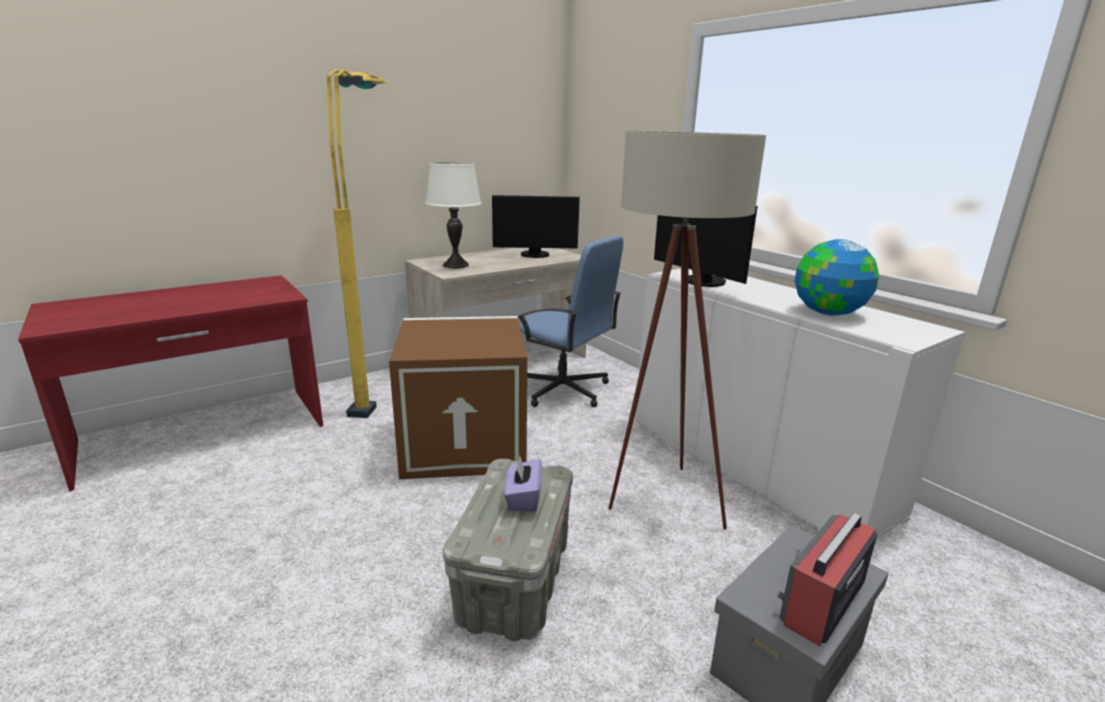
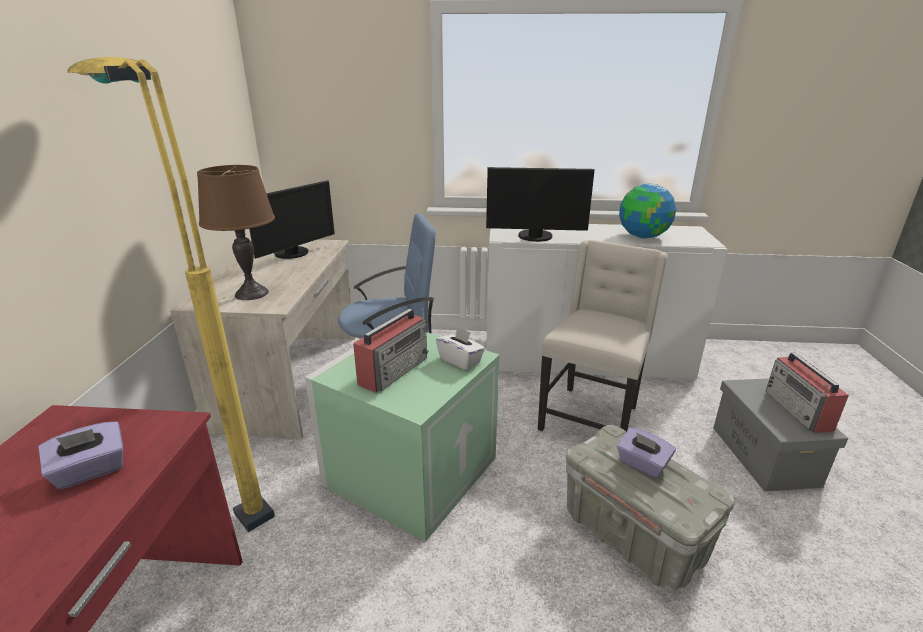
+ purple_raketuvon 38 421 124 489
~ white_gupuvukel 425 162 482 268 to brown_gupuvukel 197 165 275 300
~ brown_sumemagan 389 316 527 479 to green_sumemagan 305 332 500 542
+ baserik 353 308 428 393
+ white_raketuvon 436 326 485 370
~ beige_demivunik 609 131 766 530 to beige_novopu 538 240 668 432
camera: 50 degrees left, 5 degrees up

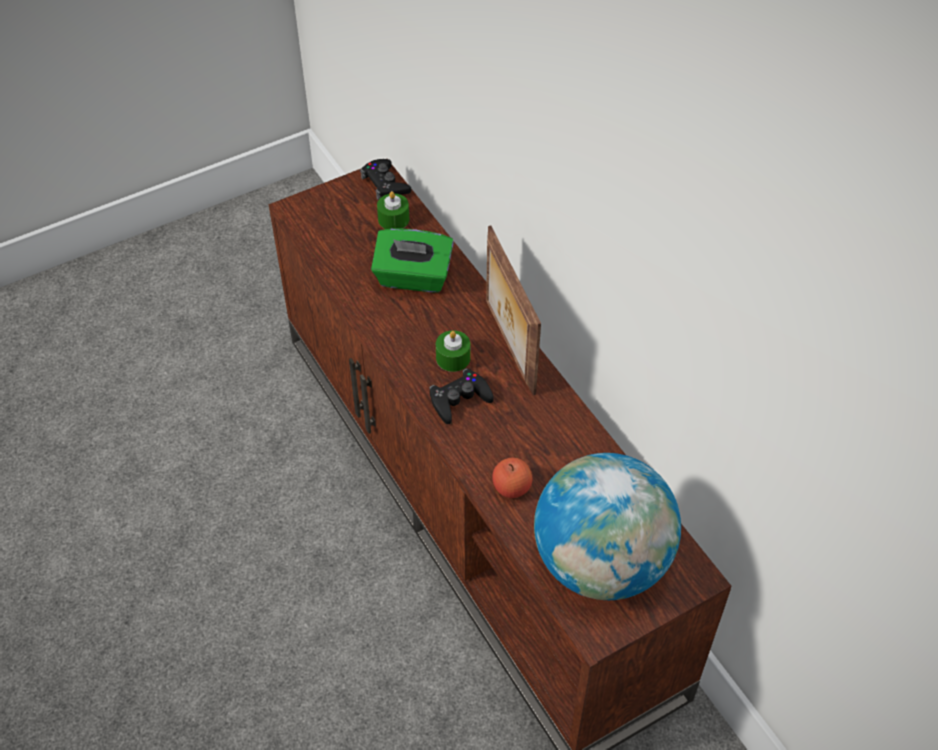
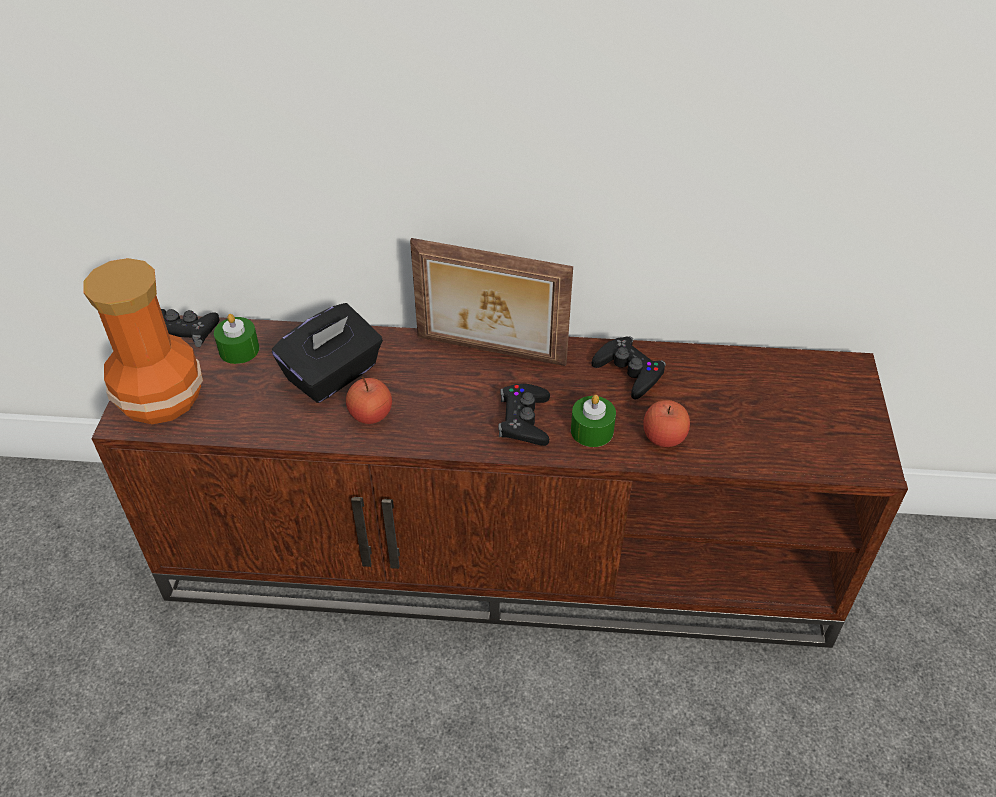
+ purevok 83 258 203 424
~ green_raketuvon 371 229 454 292 to black_raketuvon 272 303 383 403
+ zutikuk 346 377 392 424
~ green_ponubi 436 330 470 372 to 571 395 616 447
+ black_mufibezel 592 336 666 399
- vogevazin 534 453 681 600
camera: 55 degrees left, 5 degrees down

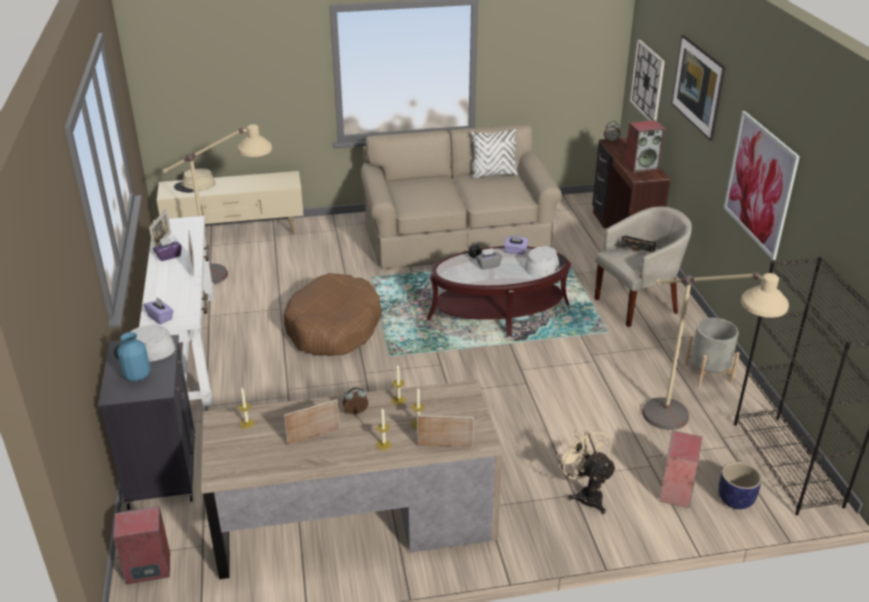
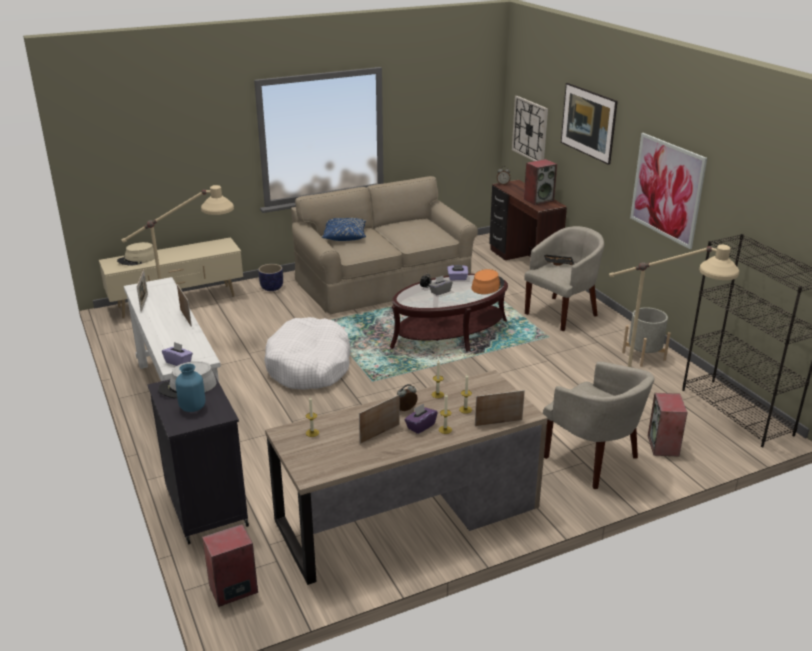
~ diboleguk 718 462 762 509 to 258 264 283 291
~ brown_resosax 283 273 382 356 to white_resosax 264 317 350 390
+ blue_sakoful 322 218 366 241
~ purple_raketuvon 153 237 182 261 to 405 404 438 434
~ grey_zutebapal 524 246 565 276 to orange_zutebapal 471 269 504 294
~ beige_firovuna 557 425 617 514 to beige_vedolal 543 361 654 489
- white_sakoful 471 129 518 179
camera: 15 degrees left, 5 degrees down

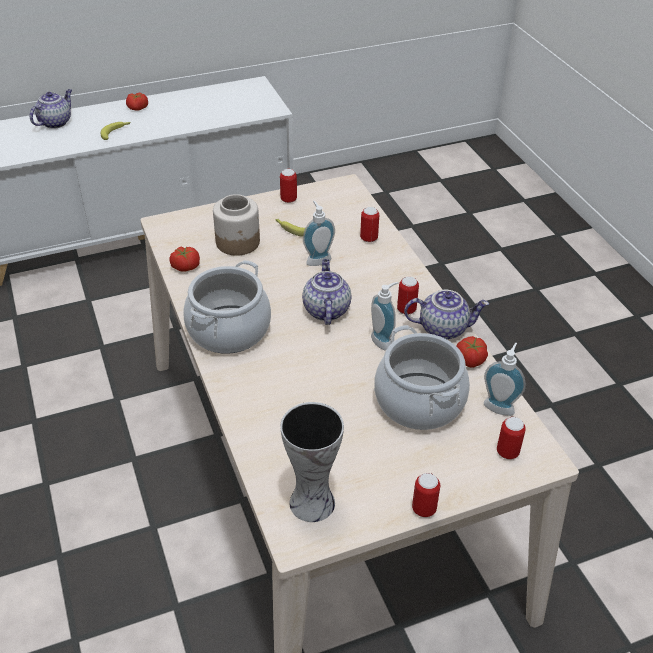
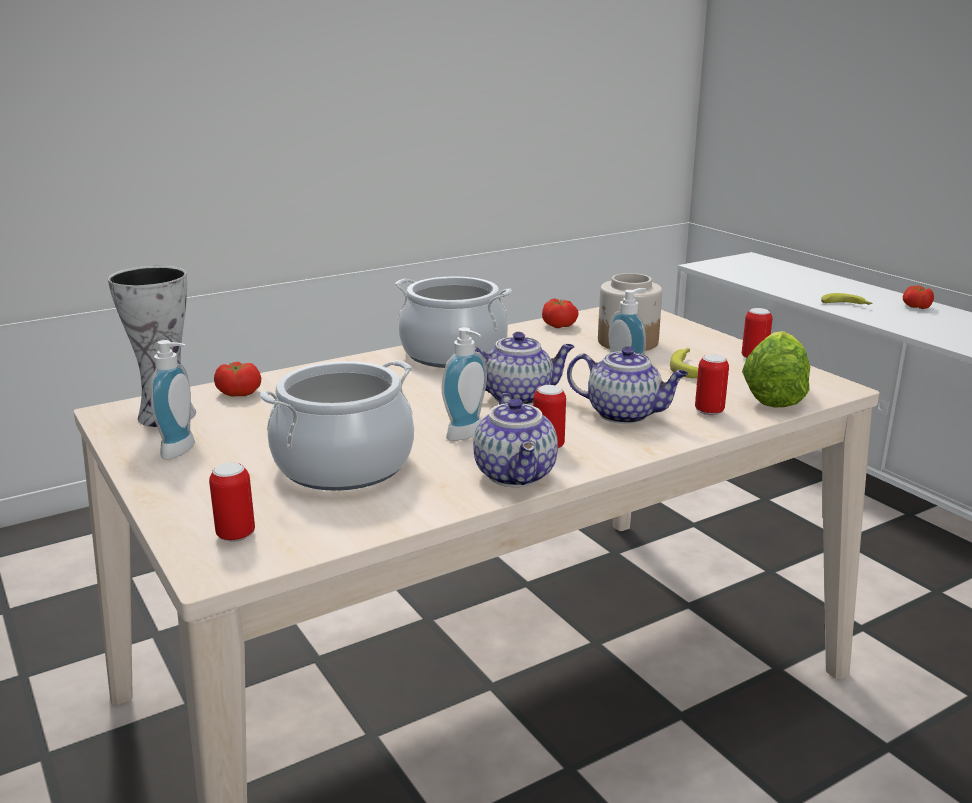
~ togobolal 484 342 526 416 to 150 340 195 460
~ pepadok 456 336 488 368 to 214 362 261 396
~ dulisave 30 89 72 129 to 567 346 688 424
+ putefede 742 331 810 408
- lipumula 412 473 440 517
camera: 80 degrees right, 20 degrees down

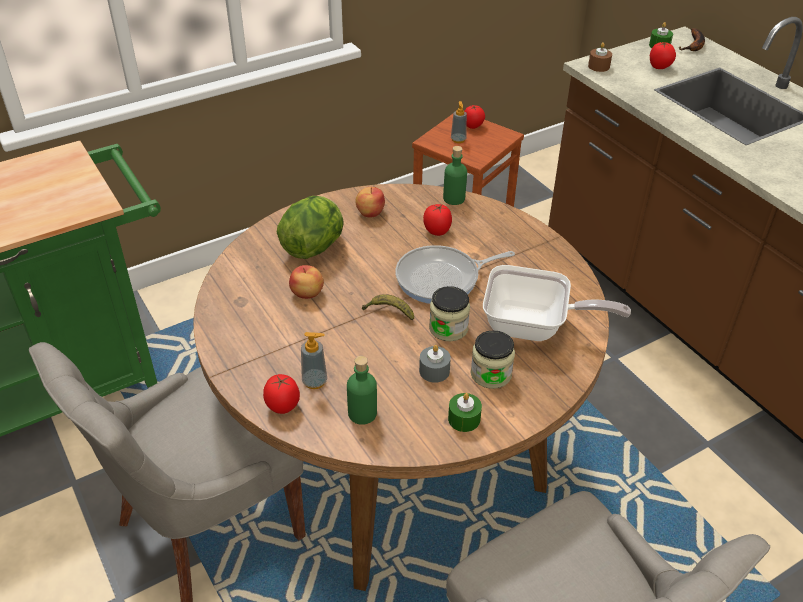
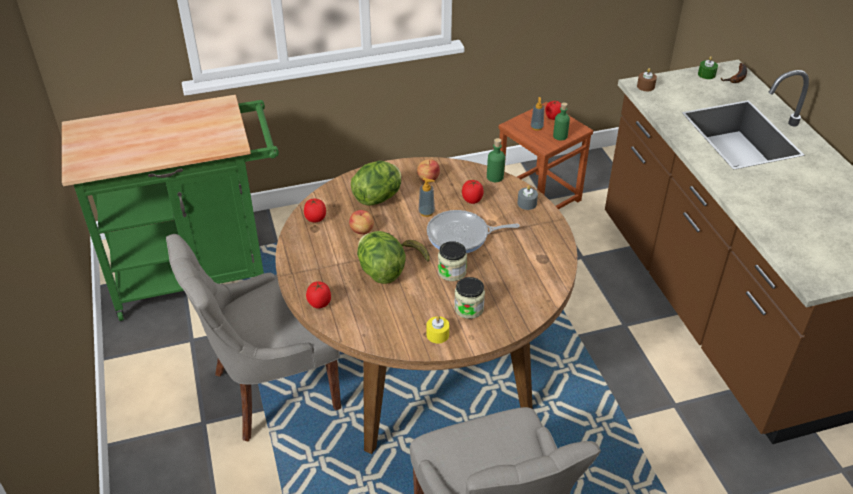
~ pepadok 650 42 676 69 to 304 198 326 223
+ putefede 357 231 406 284
~ togobolal 301 332 327 389 to 418 178 435 217
~ green_ponubi 448 393 482 432 to yellow_ponubi 427 316 449 344
~ grey_ponubi 419 345 451 383 to 517 185 538 210
~ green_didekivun 347 356 377 425 to 553 102 570 140
- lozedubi 483 265 631 341
camera: 15 degrees right, 0 degrees up

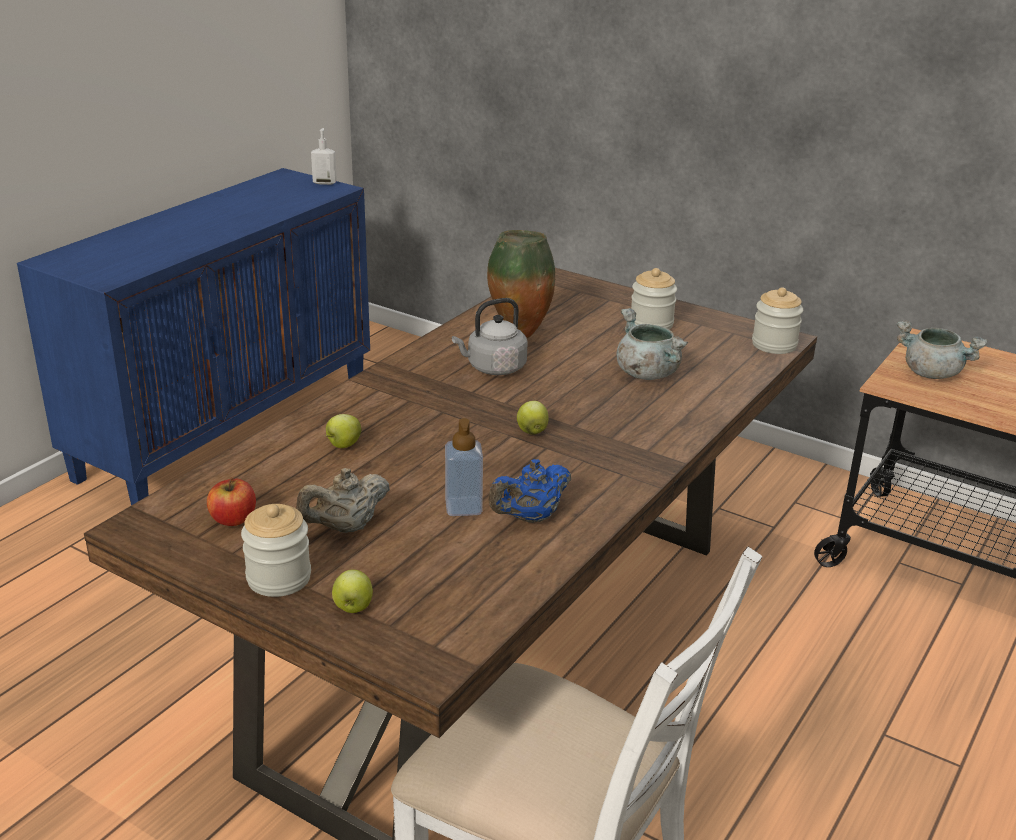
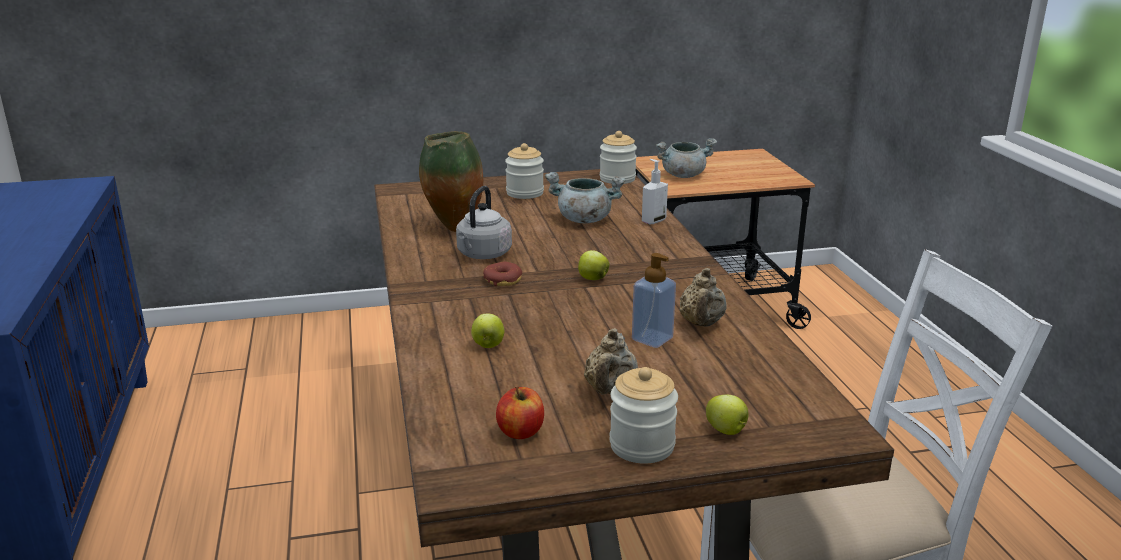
+ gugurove 483 262 522 286
~ togobolal 311 128 337 185 to 642 159 668 224
~ blue_dulisave 488 459 571 523 to beige_dulisave 680 268 727 327
camera: 45 degrees left, 5 degrees down

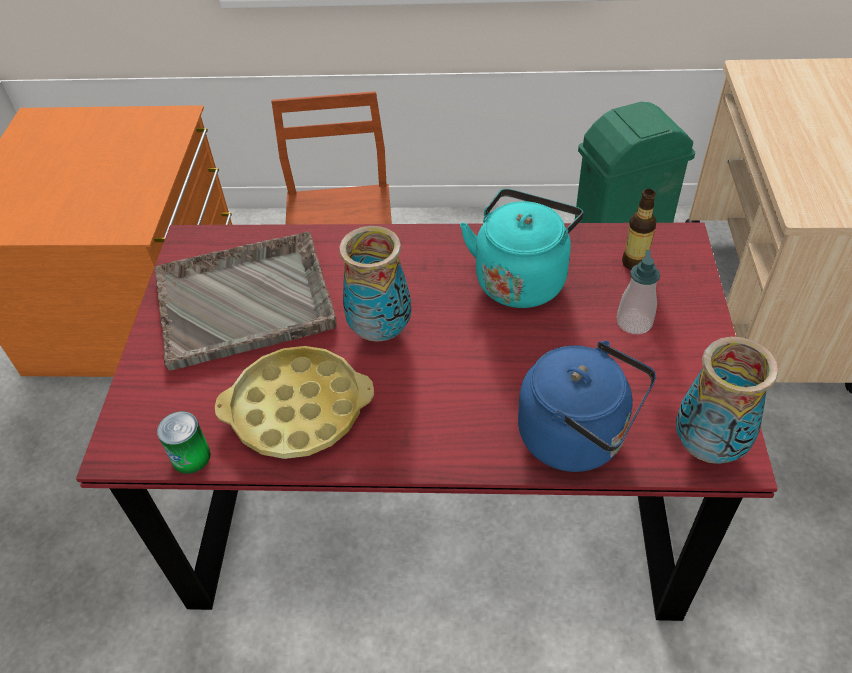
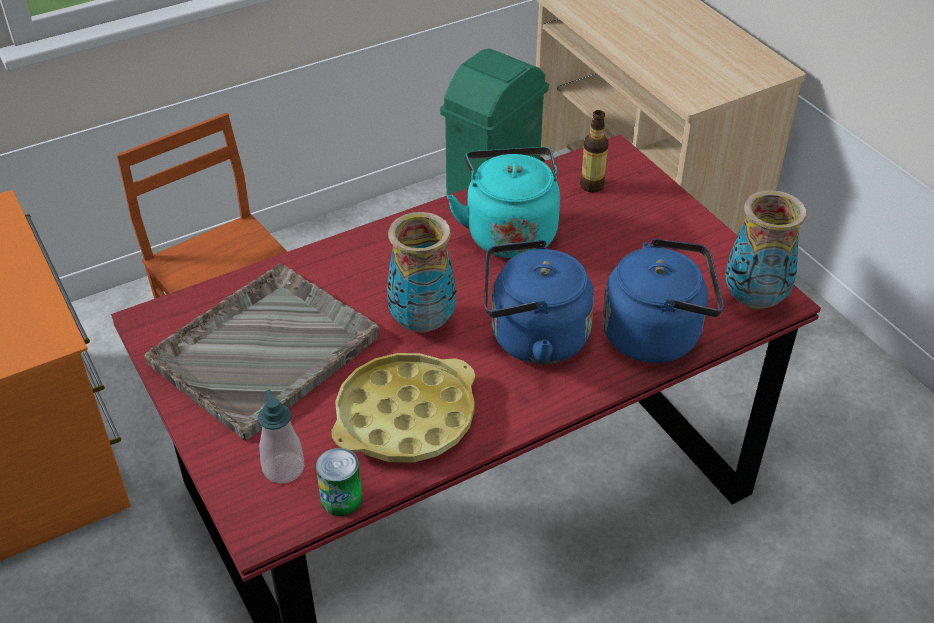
~ togobolal 616 250 660 334 to 258 390 304 484
+ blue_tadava 484 240 594 365
camera: 35 degrees left, 5 degrees down

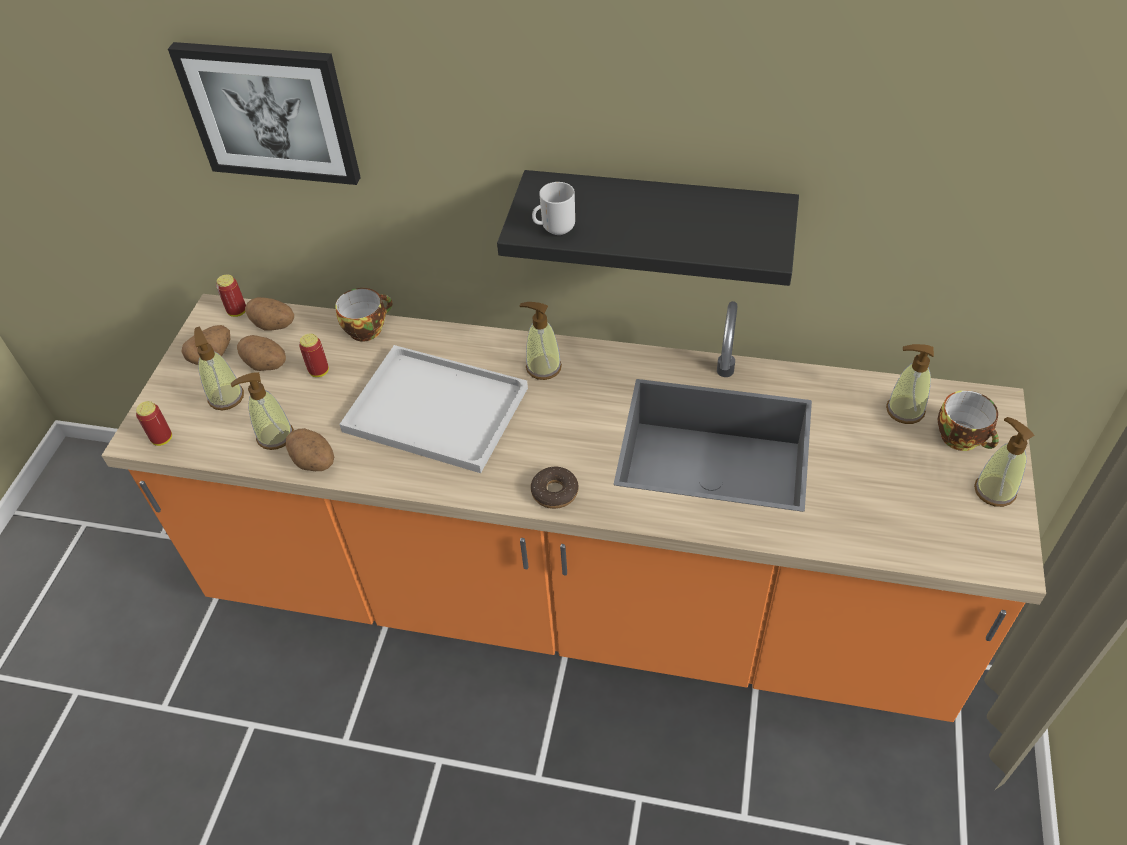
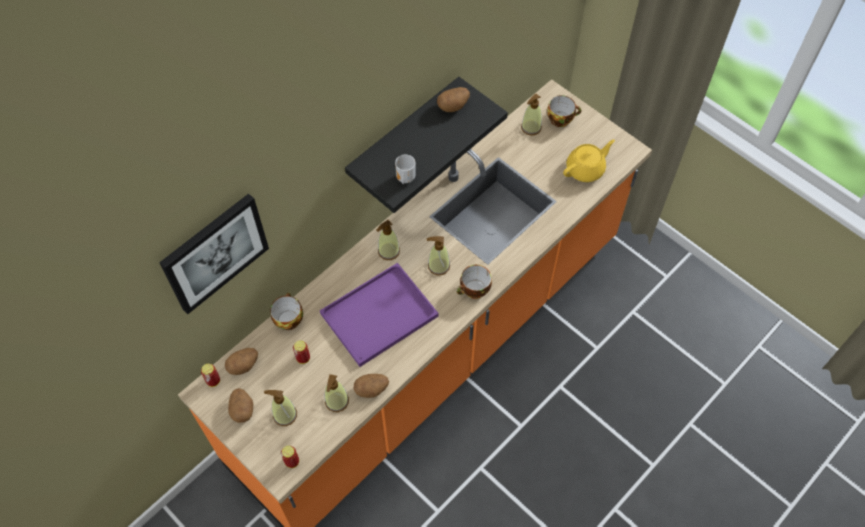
~ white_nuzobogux 339 345 528 473 to purple_nuzobogux 320 263 439 367
~ togobolal 974 417 1035 507 to 427 236 450 276
~ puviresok 237 335 286 371 to 437 87 470 112
~ gugurove 531 466 578 509 to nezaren 457 265 492 299
+ yellow_dulisave 563 140 615 182
camera: 60 degrees left, 10 degrees up

